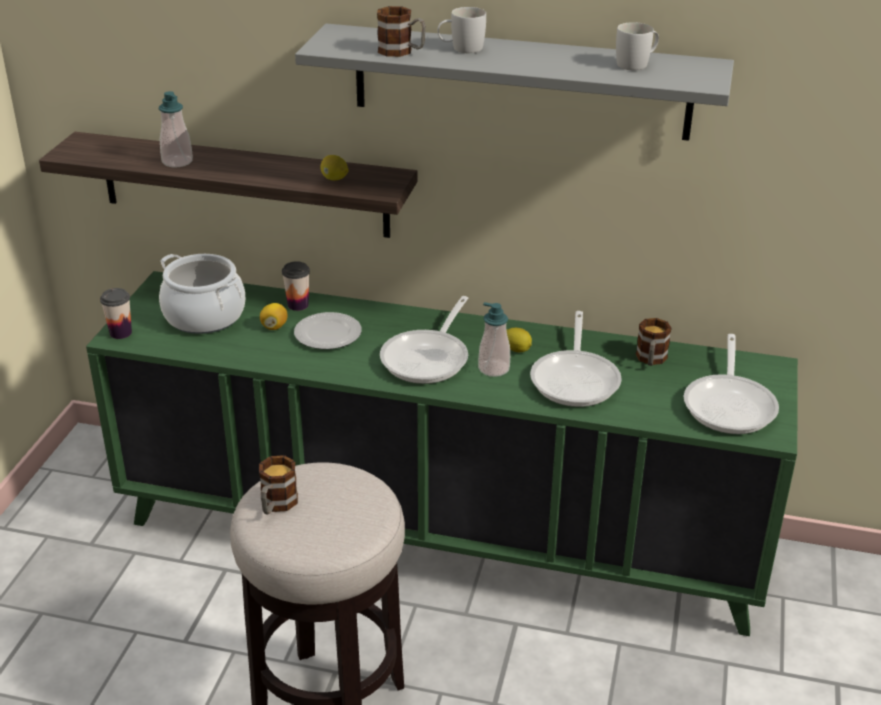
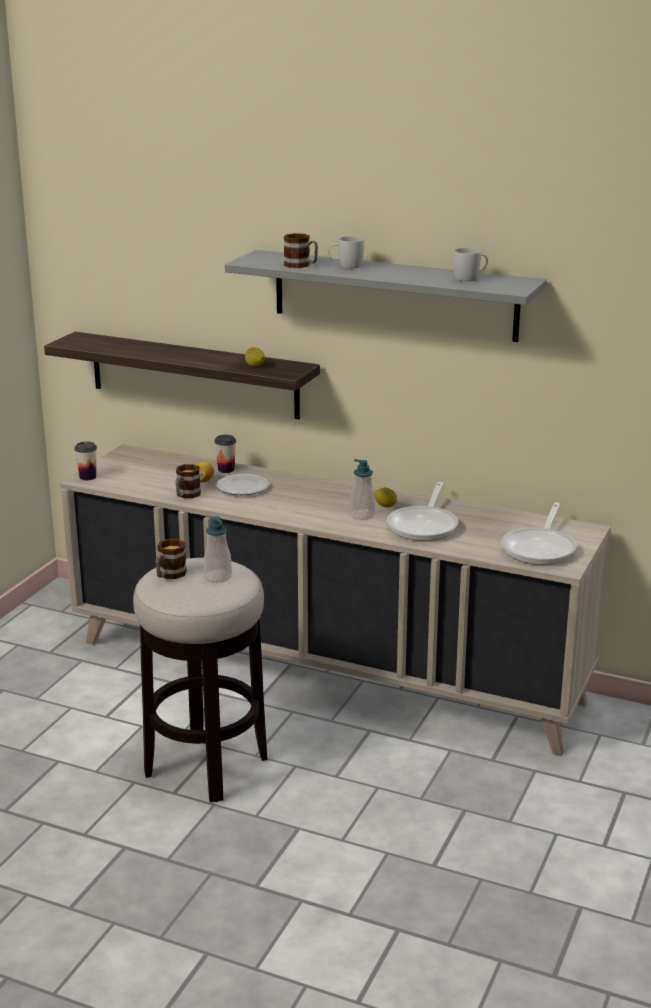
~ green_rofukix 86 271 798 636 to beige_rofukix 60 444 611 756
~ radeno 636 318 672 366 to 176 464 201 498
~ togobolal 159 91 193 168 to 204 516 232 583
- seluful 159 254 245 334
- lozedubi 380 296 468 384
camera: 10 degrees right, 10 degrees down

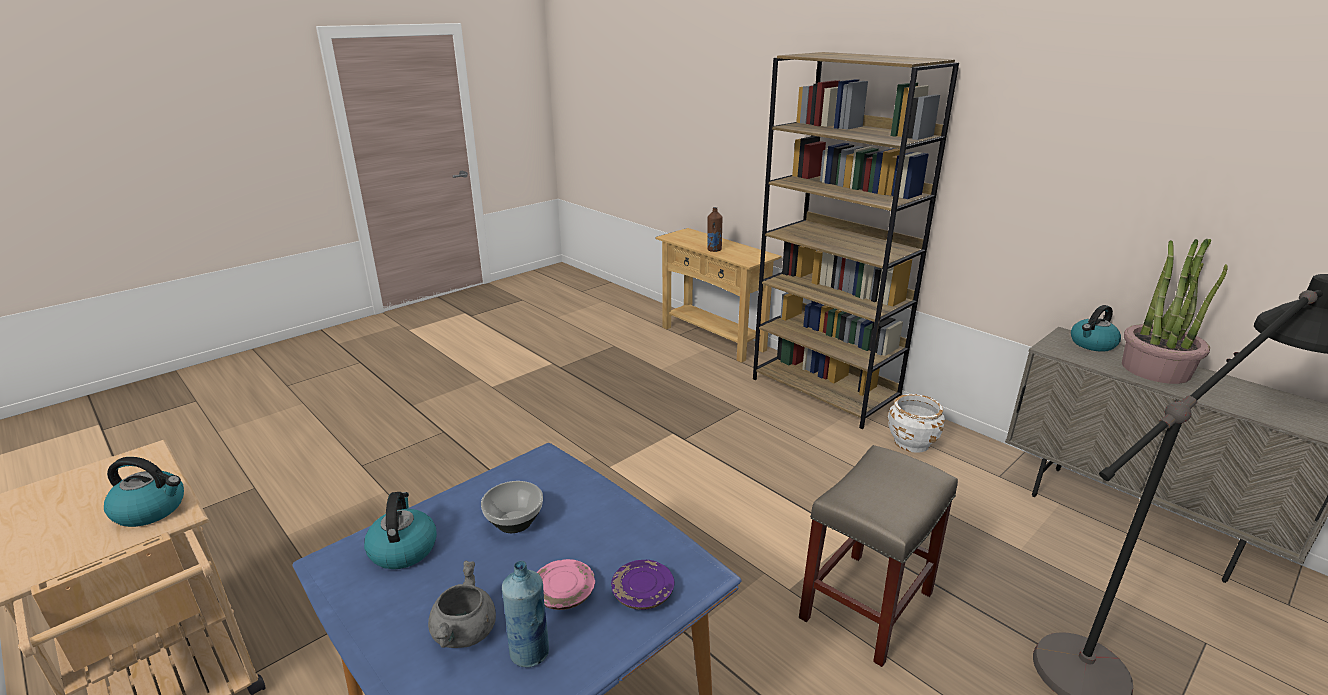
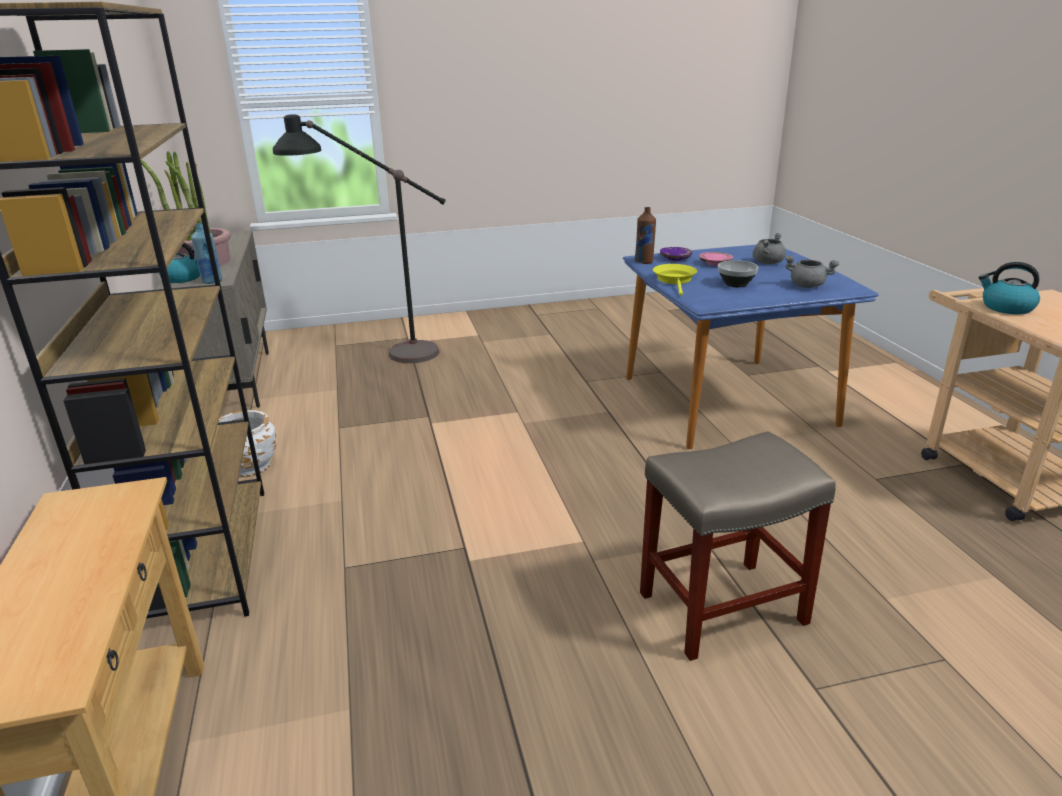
~ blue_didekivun 502 561 549 667 to 191 223 222 284
~ brown_didekivun 707 207 722 252 to 635 207 656 264
~ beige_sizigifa 799 445 958 667 to 640 431 836 661
+ yellow_lozedubi 653 264 697 296
~ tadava 364 492 437 569 to grey_seluful 785 255 839 288
camera: 150 degrees left, 0 degrees up

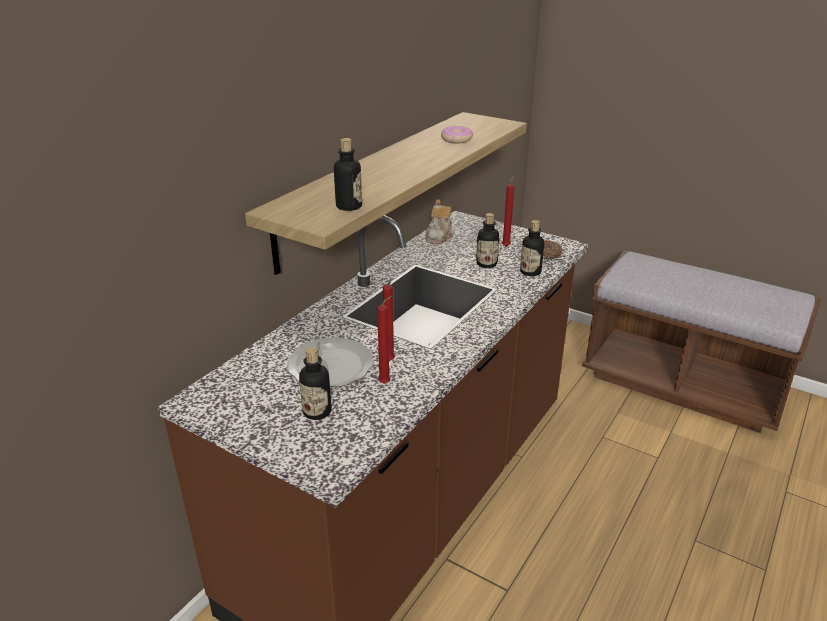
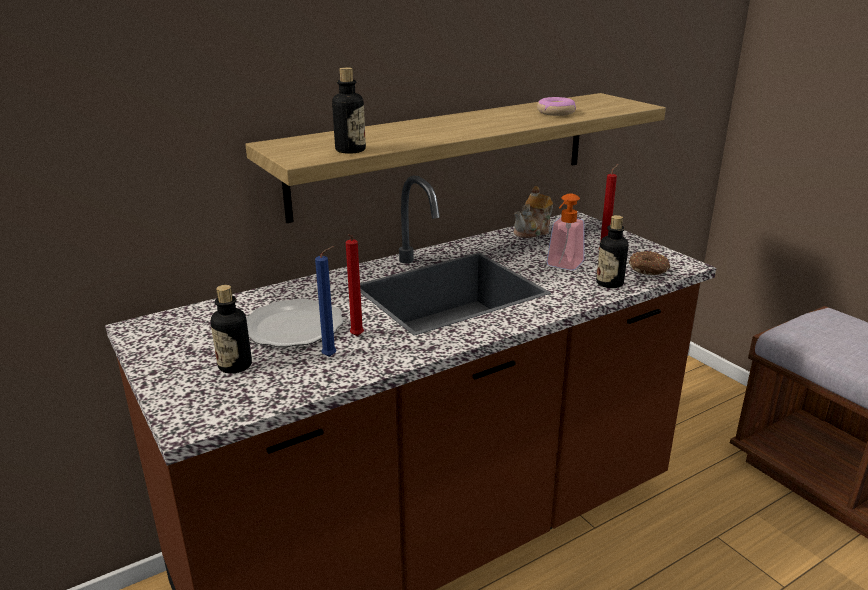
~ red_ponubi 377 296 392 384 to blue_ponubi 315 246 336 357
~ didekivun 476 213 500 268 to togobolal 547 193 584 270
camera: 25 degrees right, 5 degrees down

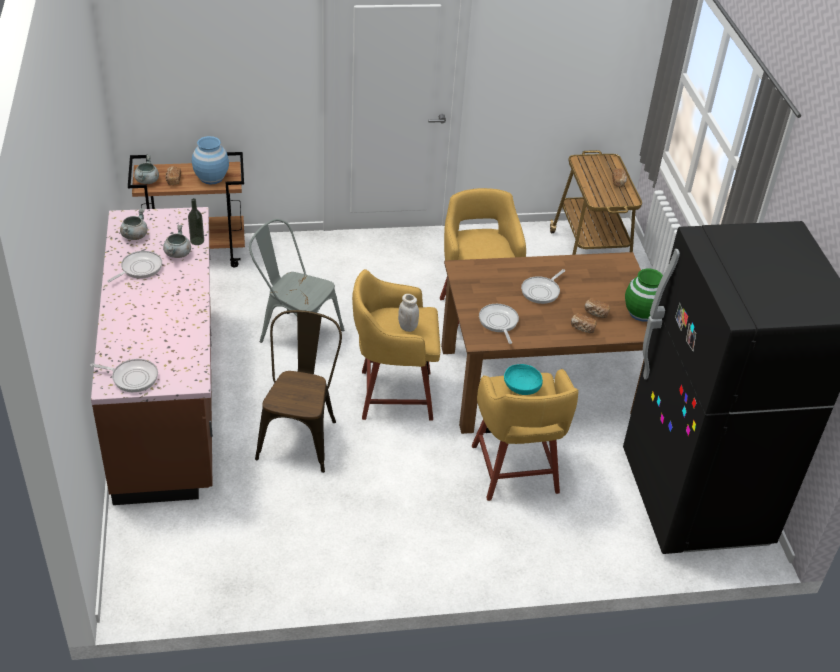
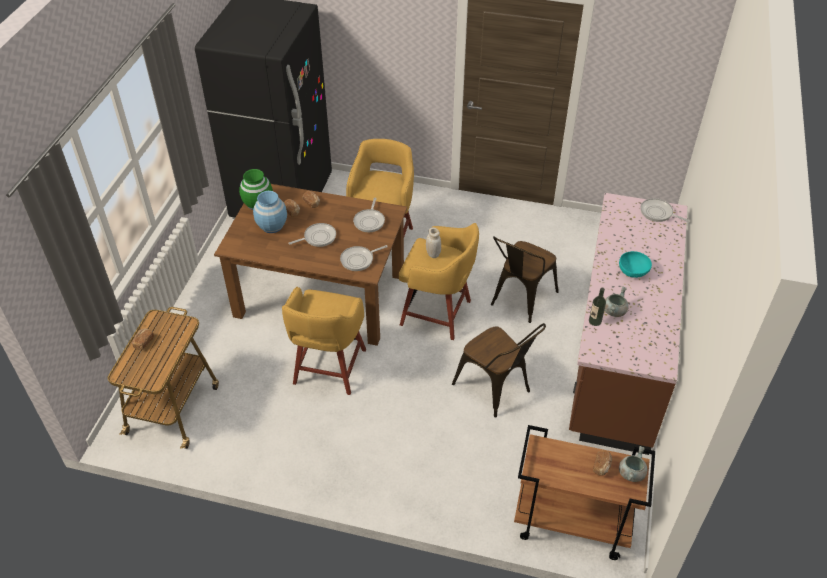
~ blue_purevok 192 136 229 184 to 253 191 287 233
~ lozedubi 107 251 162 282 to 340 245 388 271
~ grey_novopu 249 219 344 343 to brown_novopu 452 323 546 418
~ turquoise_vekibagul 504 364 543 395 to 619 251 652 278
- grey_seluful 120 208 148 240
camera: 155 degrees left, 5 degrees up

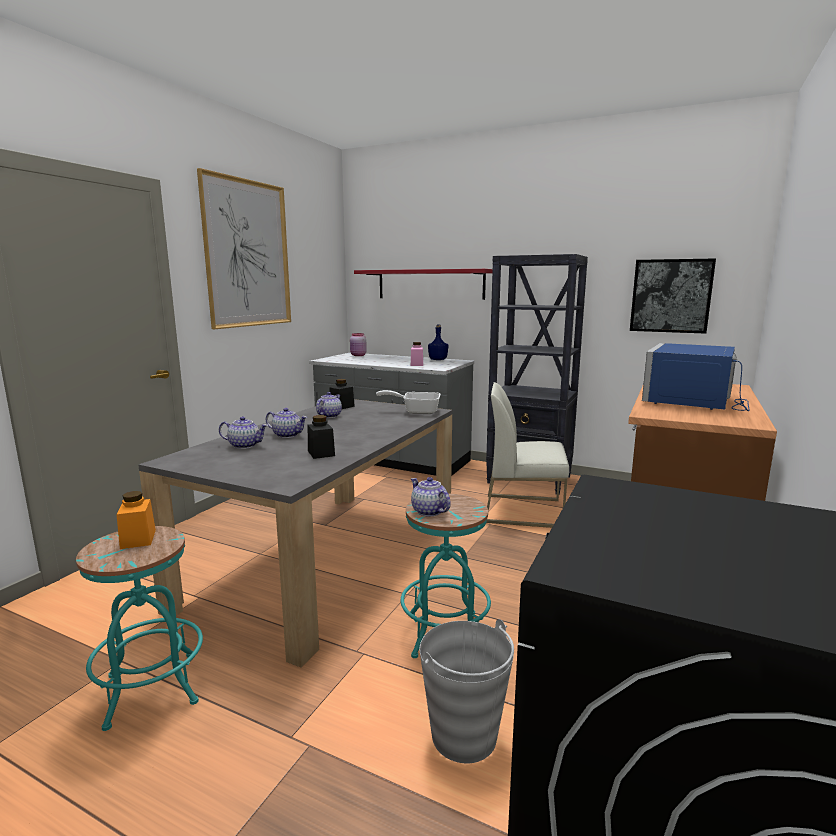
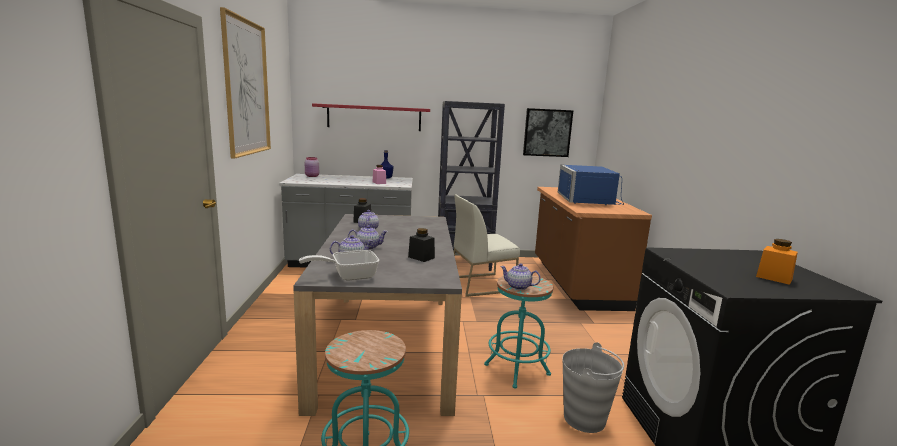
~ lozedubi 376 390 441 414 to 299 250 379 280
~ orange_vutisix 116 491 156 549 to 756 239 798 285
camera: 30 degrees left, 0 degrees up

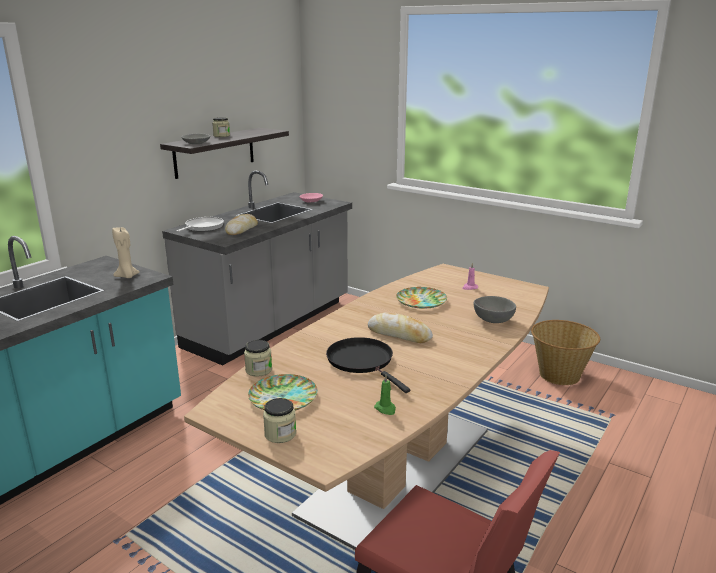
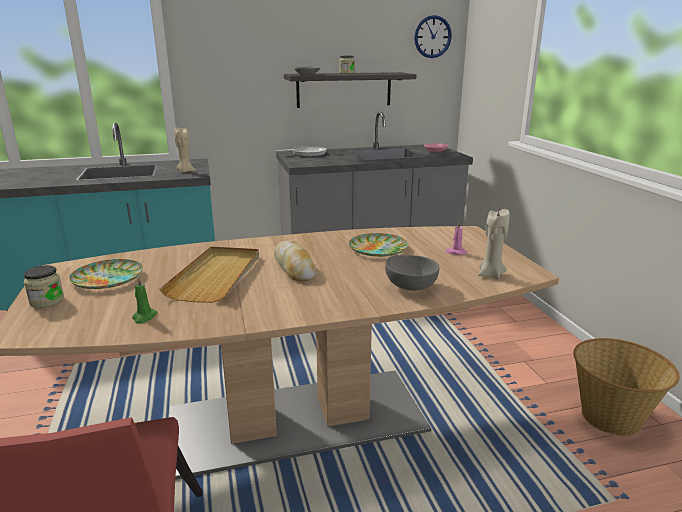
~ black_lozedubi 326 337 410 393 to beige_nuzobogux 159 247 259 303
+ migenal 414 15 452 58
+ beige_ponubi 478 209 510 279
- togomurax 225 214 258 235
- vutisix 244 340 272 377
camera: 40 degrees right, 0 degrees up

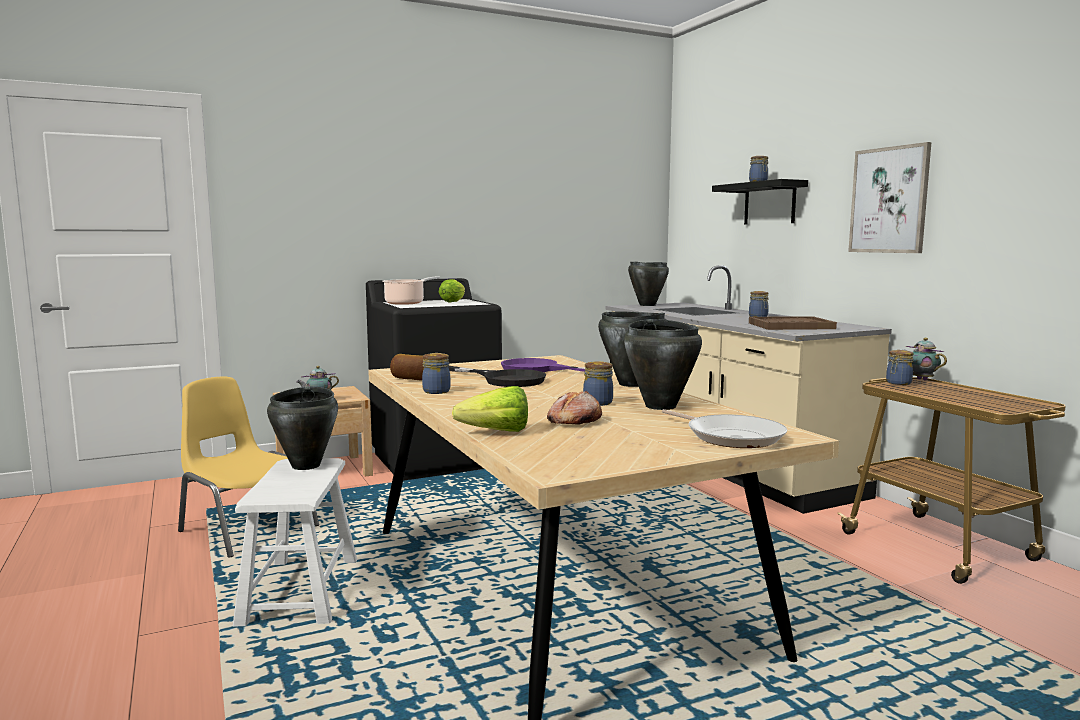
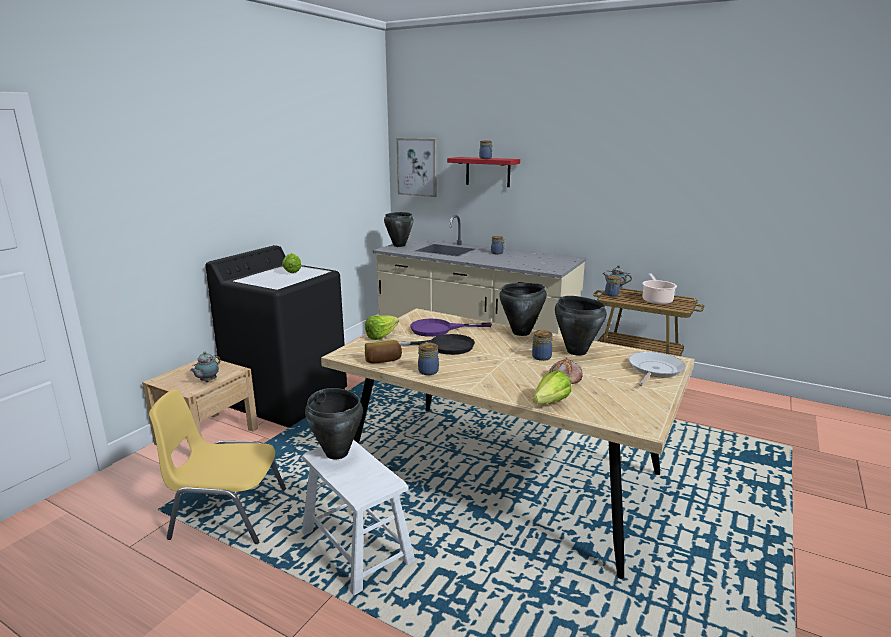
+ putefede 365 315 399 340
~ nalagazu 848 142 931 253 to 396 138 437 197
~ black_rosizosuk 712 179 808 224 to red_rosizosuk 447 157 520 187
~ lozedubi 662 409 787 448 = 629 352 686 386 75 degrees counterclockwise
~ seluful 382 276 440 305 to 642 274 677 305
- brown_nuzobogux 749 316 837 330
camera: 35 degrees left, 10 degrees up

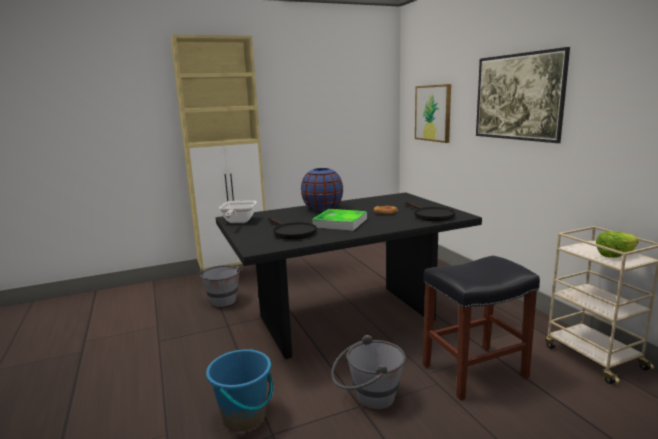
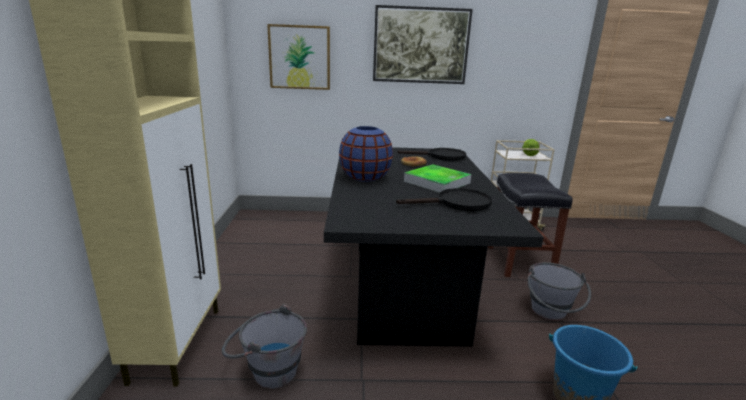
- lozedubi 219 200 257 223
camera: 70 degrees left, 5 degrees up

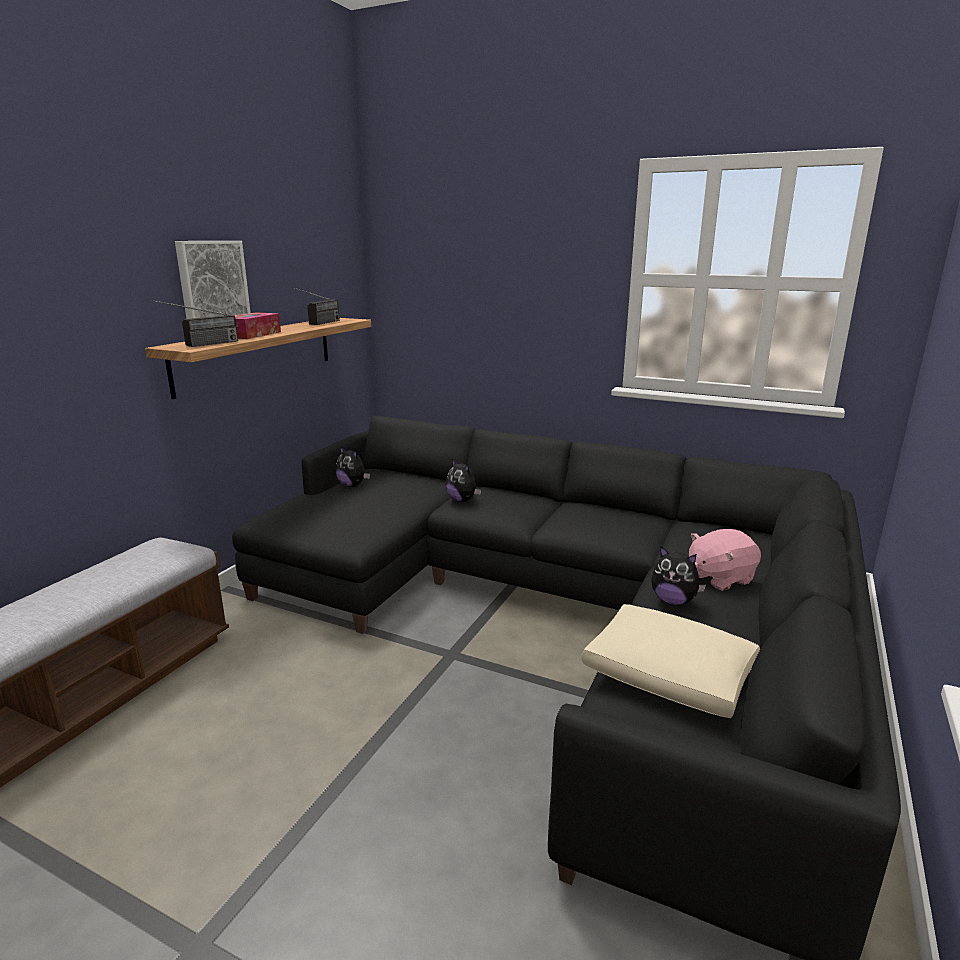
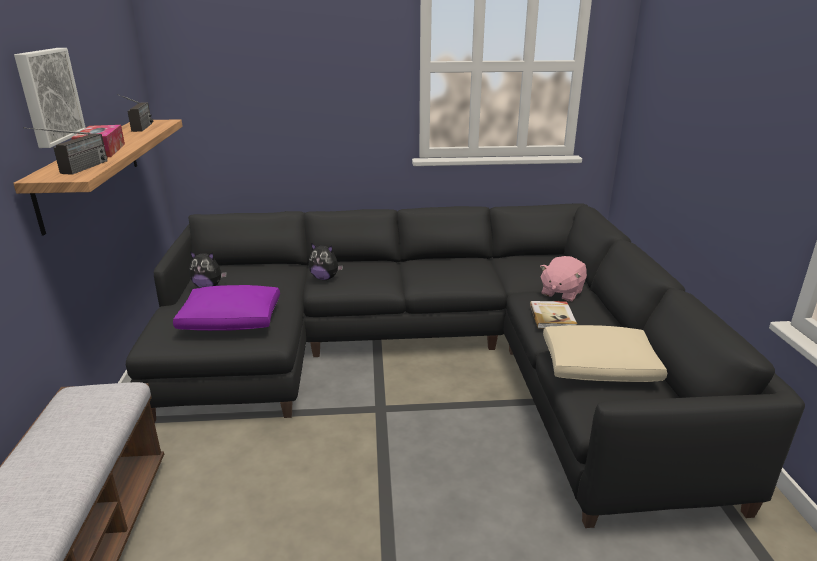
+ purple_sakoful 173 285 280 331
~ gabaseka 651 546 706 605 to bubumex 530 301 577 329
camera: 30 degrees left, 5 degrees up

